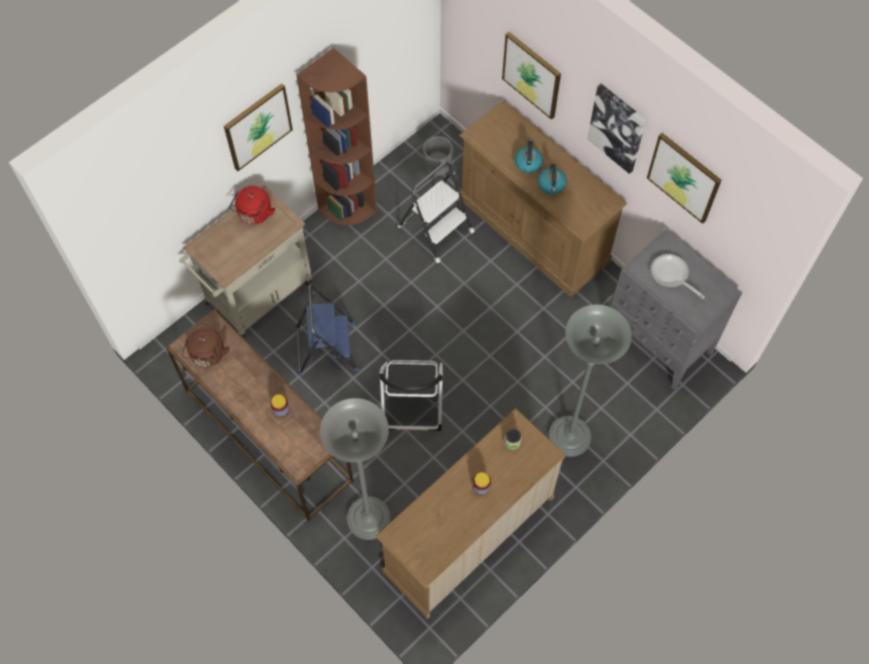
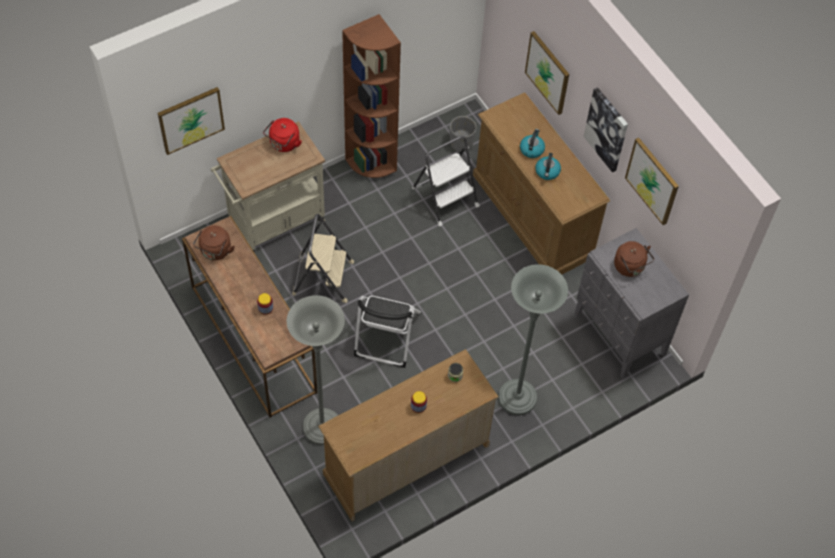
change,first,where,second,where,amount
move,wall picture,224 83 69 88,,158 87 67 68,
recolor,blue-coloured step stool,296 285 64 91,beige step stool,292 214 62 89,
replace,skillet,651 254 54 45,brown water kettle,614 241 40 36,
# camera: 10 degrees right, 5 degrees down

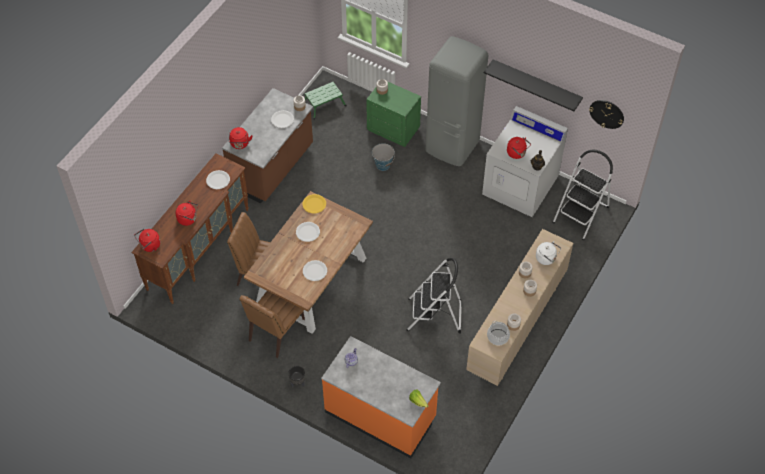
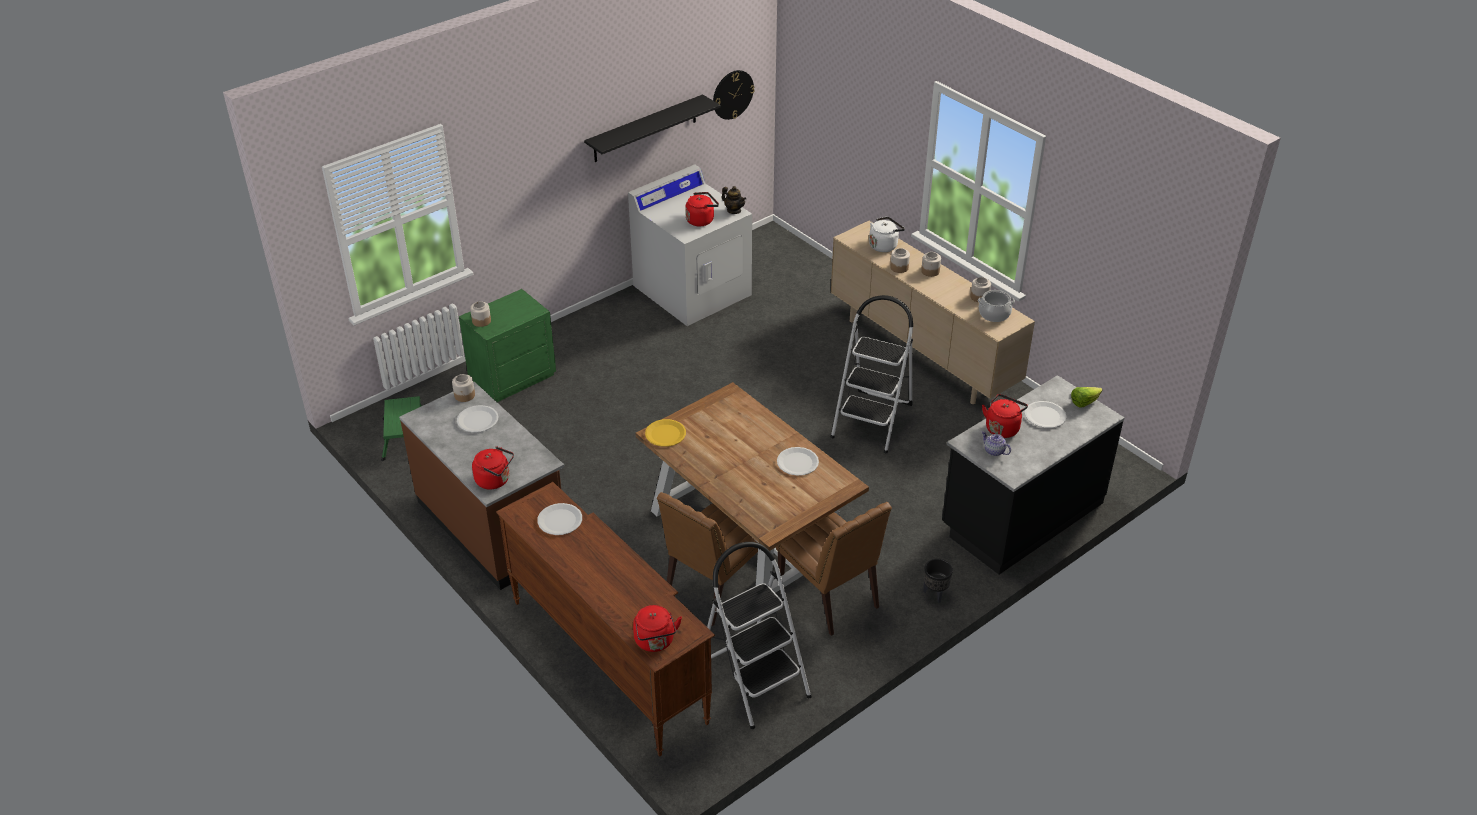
change,first,where,second,where,amount
move,red-coloured water kettle,175 200 23 26,,982 394 46 44,
move,white dinner plate,296 222 24 20,,1025 401 42 27,
recolor,orange-coloured counter,321 336 120 122,black-coloured counter,942 375 183 199,
delete,pail,372 143 23 28,,,
delete,grey kitchen fridge,426 36 62 130,,,
move,step stool,552 150 61 90,,707 542 105 187,
# camera: 70 degrees left, 15 degrees down

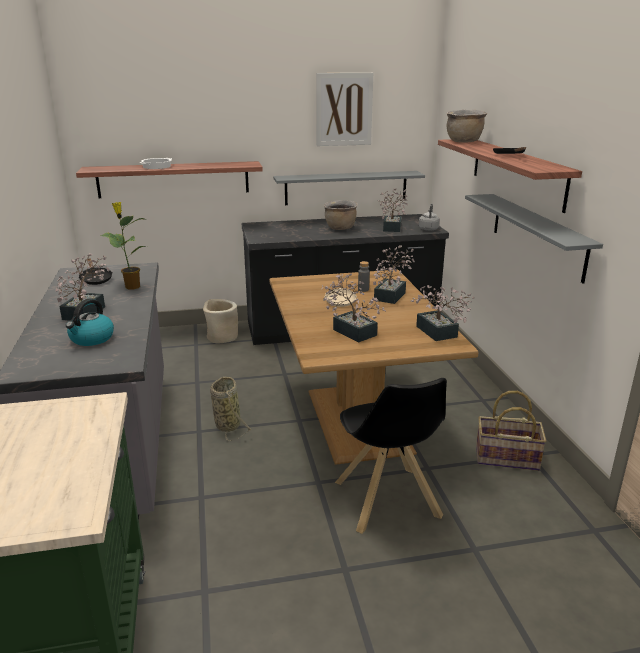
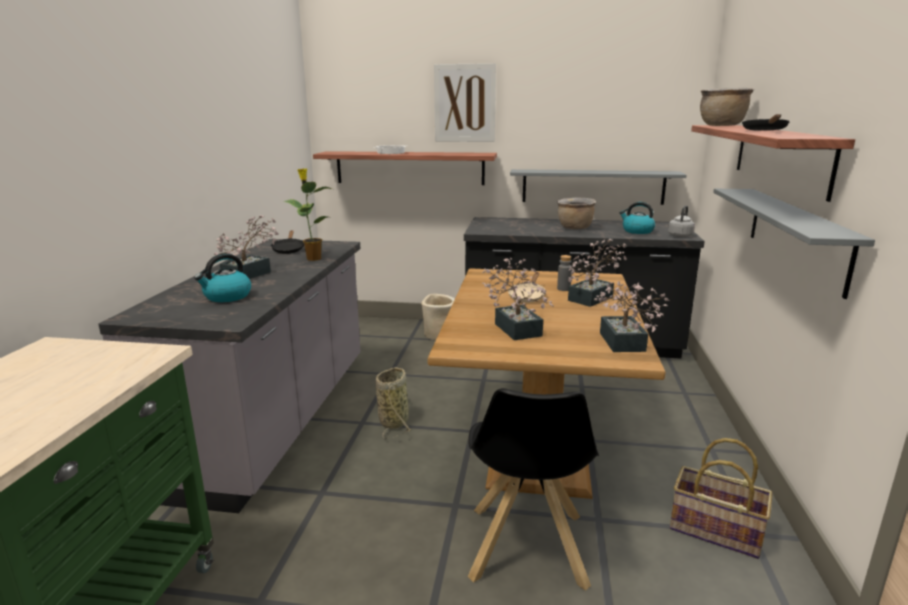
change,first,where,second,where,amount
move,wall picture,316 73 57 73,,434 63 62 79,
replace,plant in a pot,378 188 30 44,water kettle,620 202 35 32,
# camera: 20 degrees right, 5 degrees down

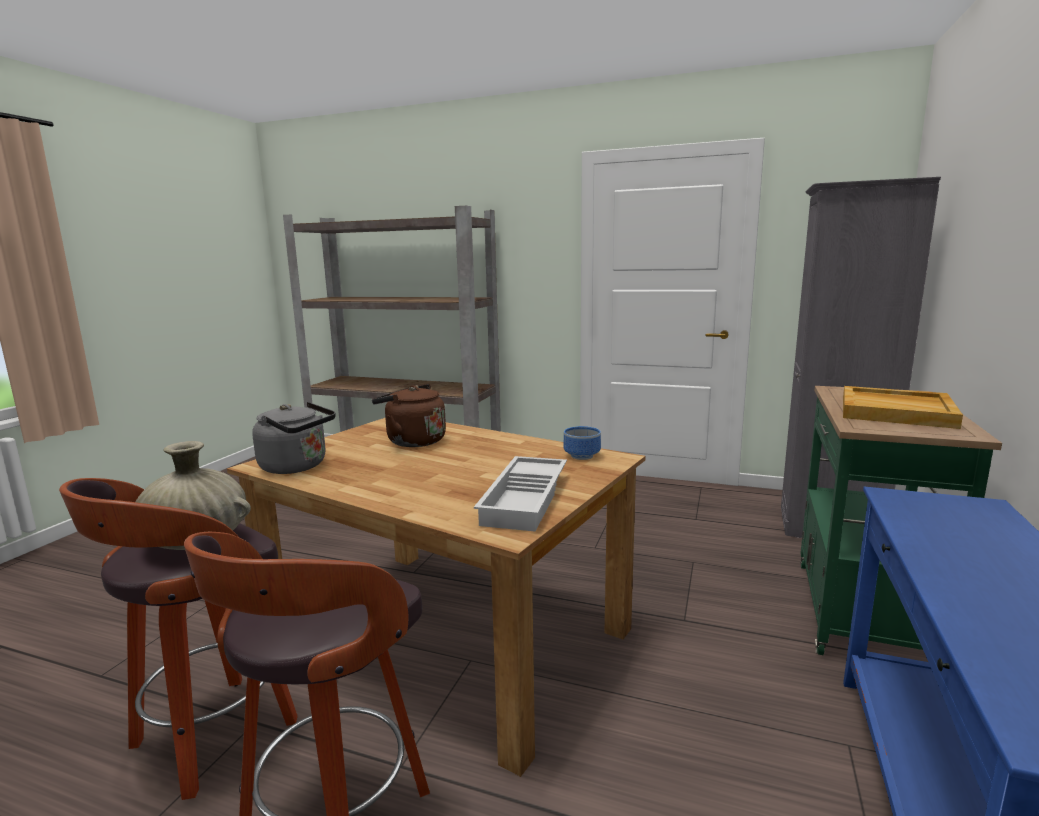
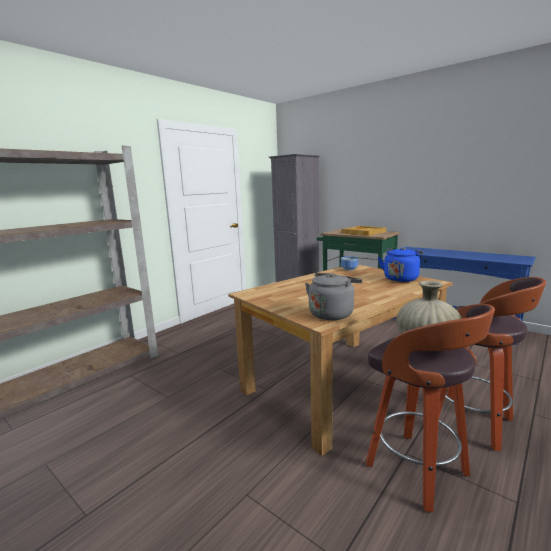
change,first,where,second,where,amount
delete,brown water kettle,372 384 74 63,,,
replace,white carrying tray,474 456 93 76,blue-coloured water kettle,378 247 45 35,
# camera: 70 degrees left, 0 degrees up

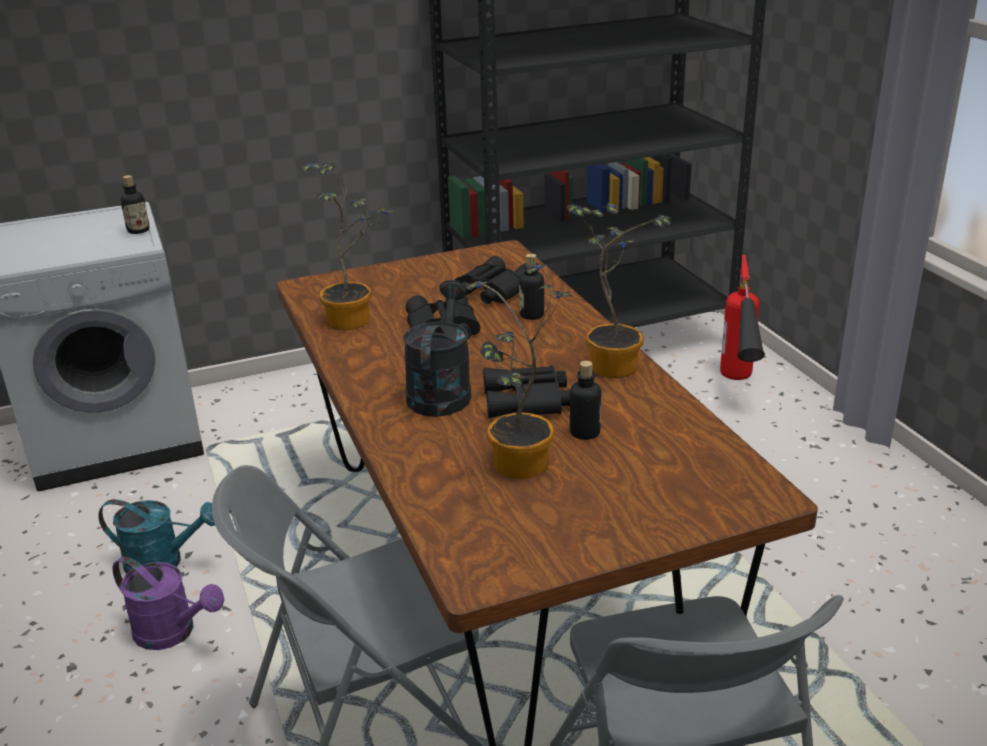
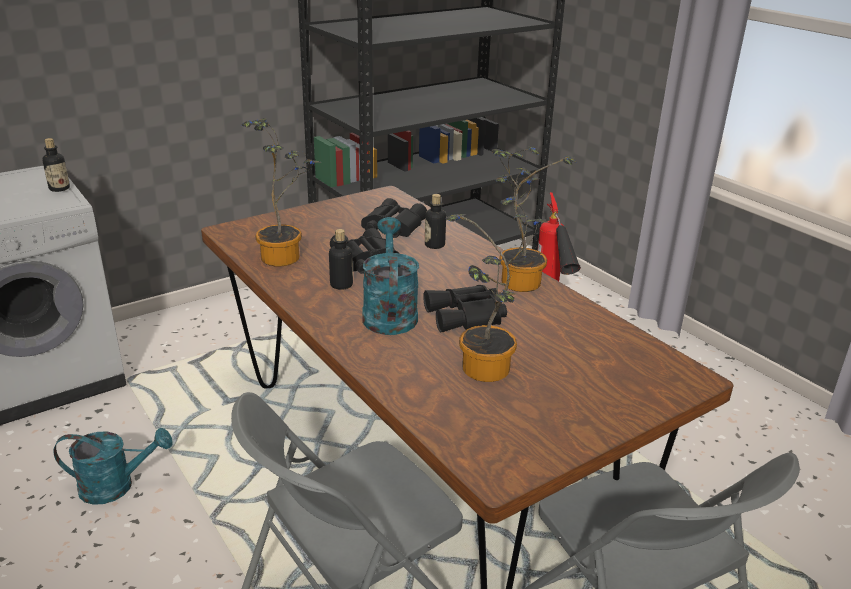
change,first,where,second,where,amount
delete,purplish watering pot,112 556 112 94,,,
recolor,black-coloured watering pot,403 280 68 137,blue-green watering pot,362 217 57 118,
move,drink bottle,570 361 31 79,,329 229 24 61,
# camera: 15 degrees left, 0 degrees up

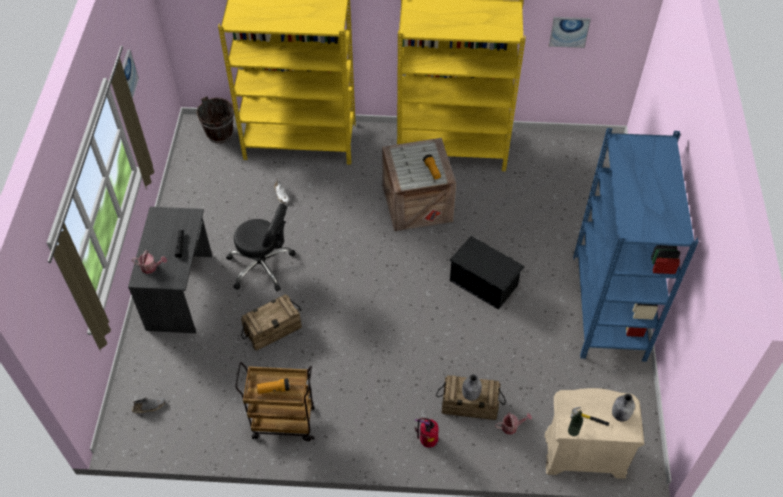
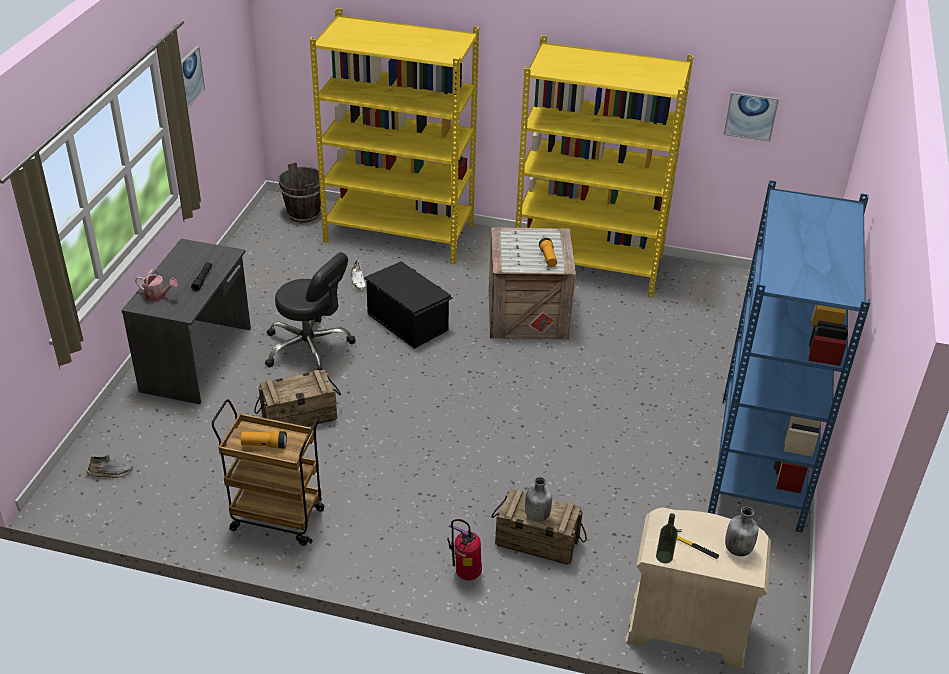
change,first,where,second,where,amount
move,black-coloured storage container,450 236 74 74,,364 261 89 88,
delete,watering pot,495 412 37 23,,,
# camera: 10 degrees right, 15 degrees down

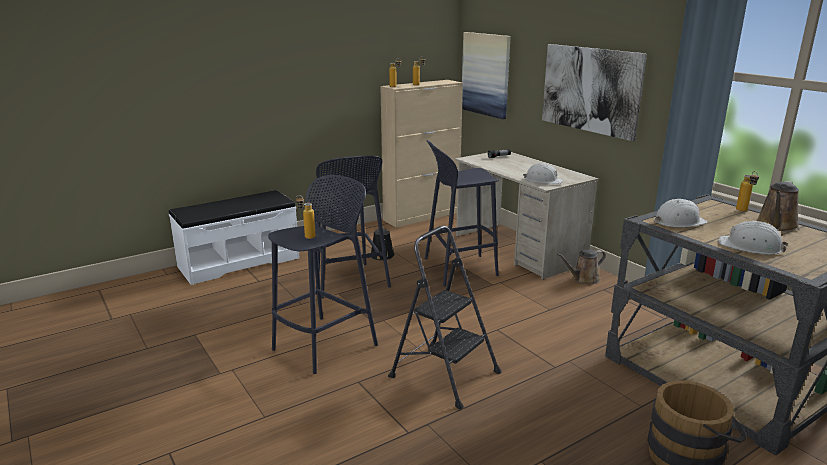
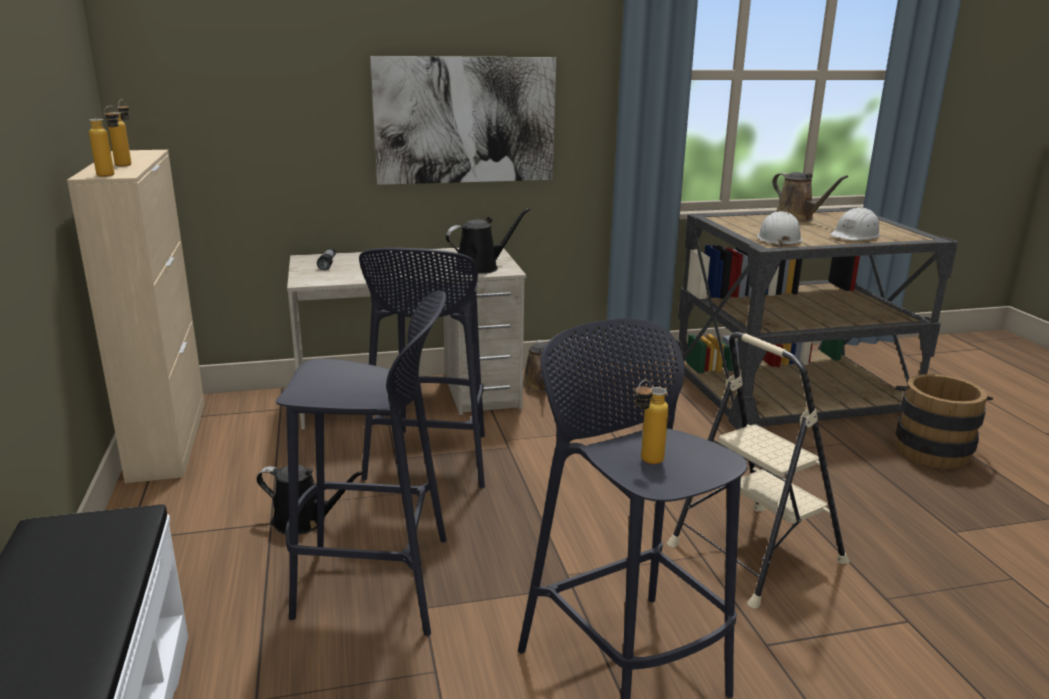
change,first,where,second,where,amount
recolor,black-coloured step stool,388 226 114 183,beige step stool,667 332 183 277,
delete,wall picture,462 32 49 87,,,
replace,white hard hat,523 163 40 21,black-coloured watering pot,446 208 84 66,
delete,drink bottle,736 171 23 40,,,
# camera: 70 degrees left, 0 degrees up

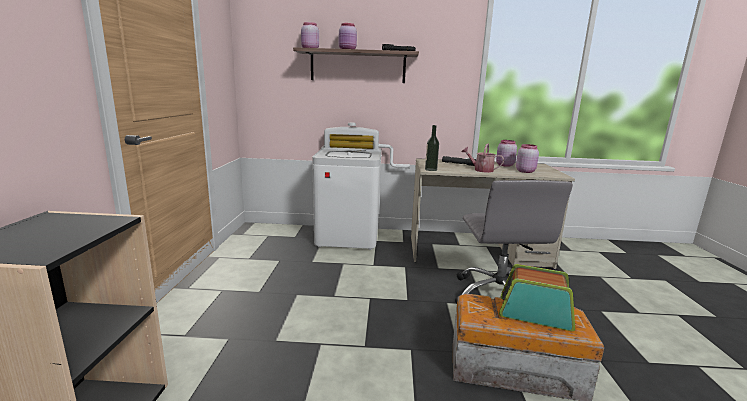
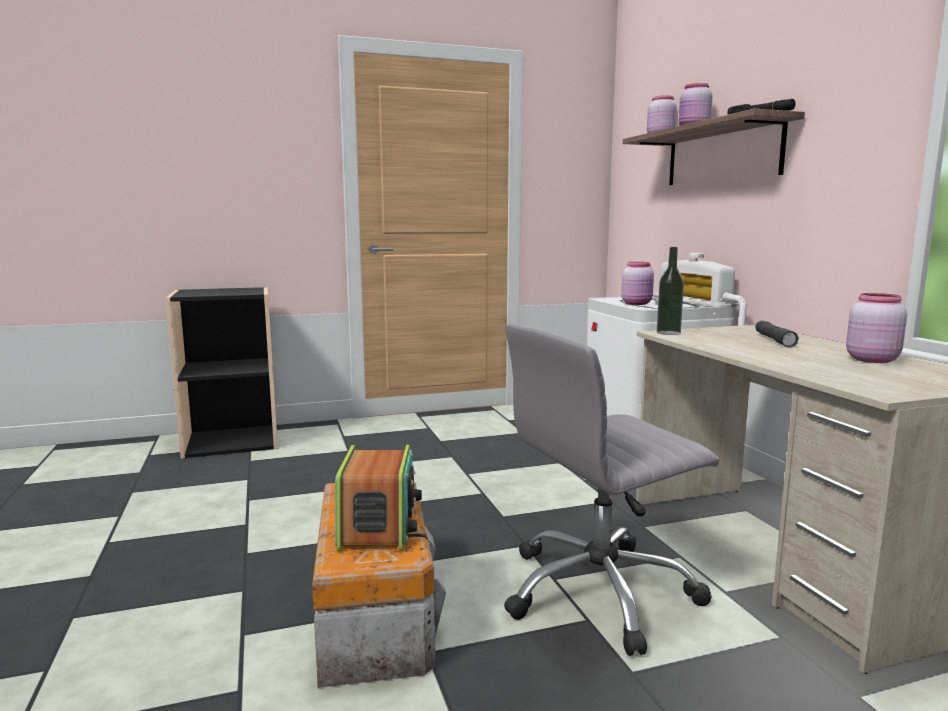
change,first,where,second,where,amount
delete,watering pot,461 144 43 29,,,
move,pink-coloured jar,516 144 23 29,,621 262 33 43,
# camera: 70 degrees right, 5 degrees down

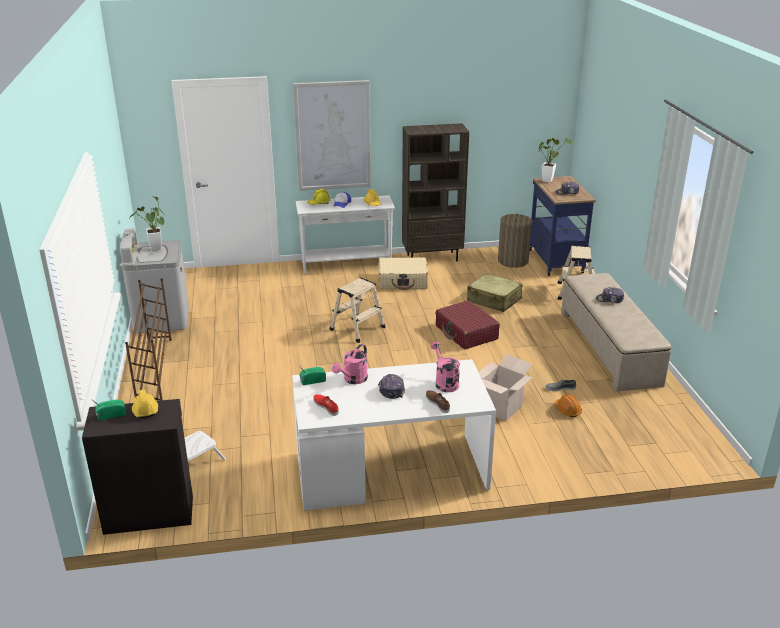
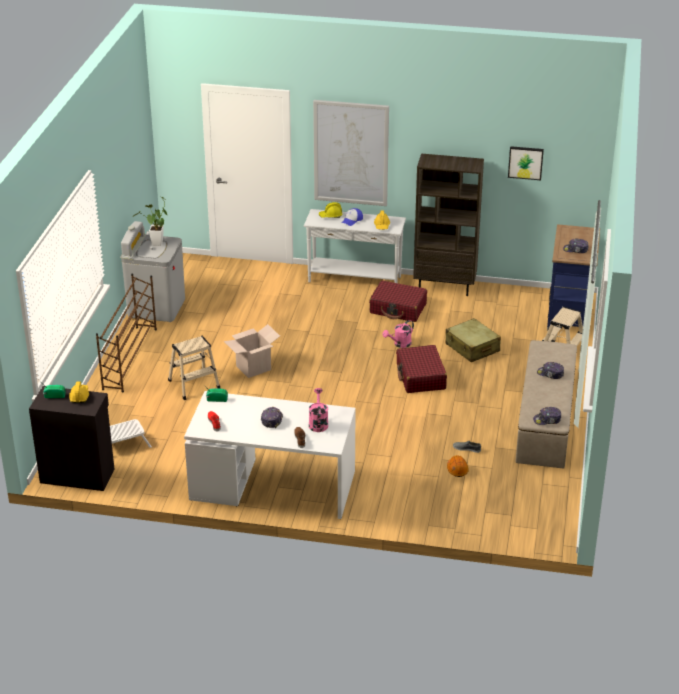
change,first,where,second,where,amount
move,beige step stool,329 277 57 66,,168 336 53 64,
move,pink-coloured watering pot,332 344 36 40,,382 320 32 28,
recolor,beige travel case,378 258 50 32,red-coloured travel case,369 280 58 42,
move,cardboard box,478 354 55 67,,224 324 56 54,
delete,laundry basket,498 213 34 55,,,
delete,plant in a pot,539 137 34 45,,,
insert,,,wall picture,508 146 36 34,
insert,,,peaked cap,533 407 28 18,
# camera: 20 degrees right, 5 degrees up

